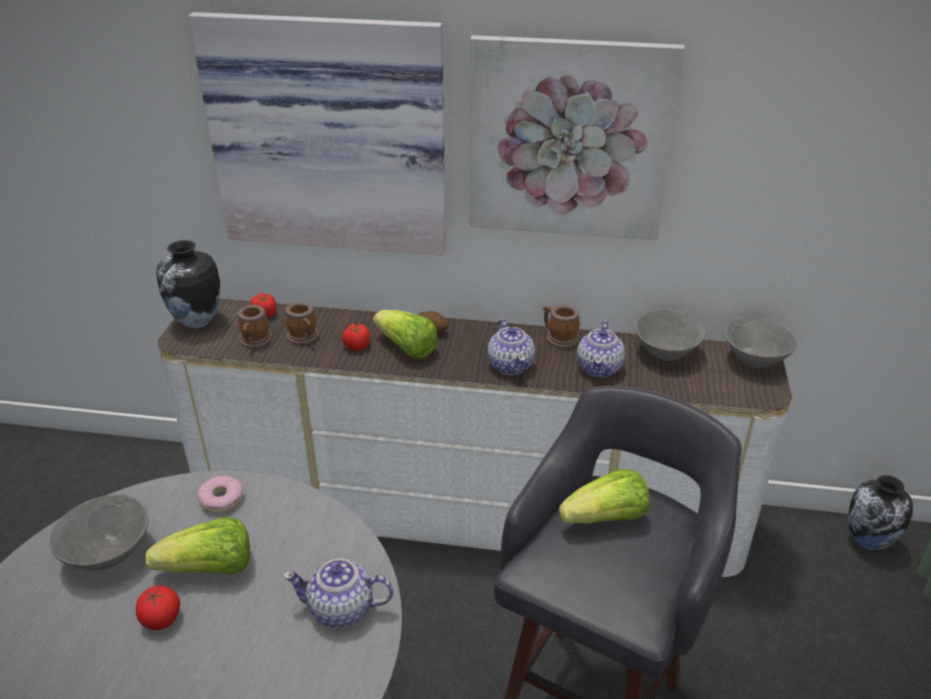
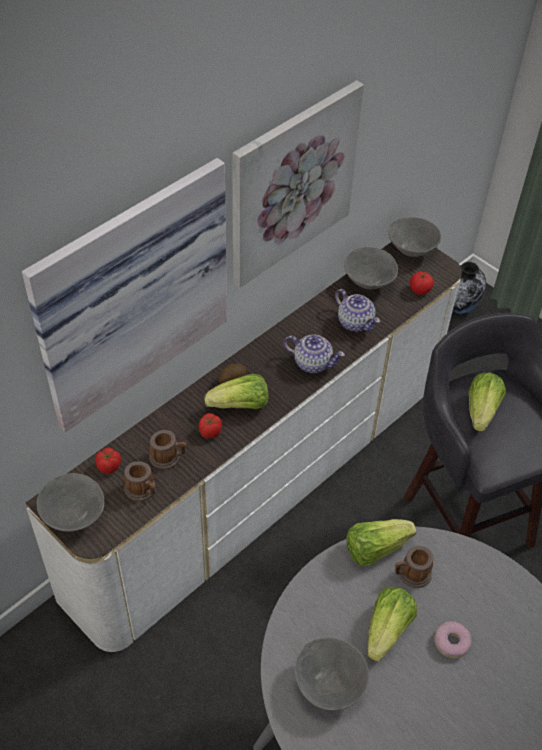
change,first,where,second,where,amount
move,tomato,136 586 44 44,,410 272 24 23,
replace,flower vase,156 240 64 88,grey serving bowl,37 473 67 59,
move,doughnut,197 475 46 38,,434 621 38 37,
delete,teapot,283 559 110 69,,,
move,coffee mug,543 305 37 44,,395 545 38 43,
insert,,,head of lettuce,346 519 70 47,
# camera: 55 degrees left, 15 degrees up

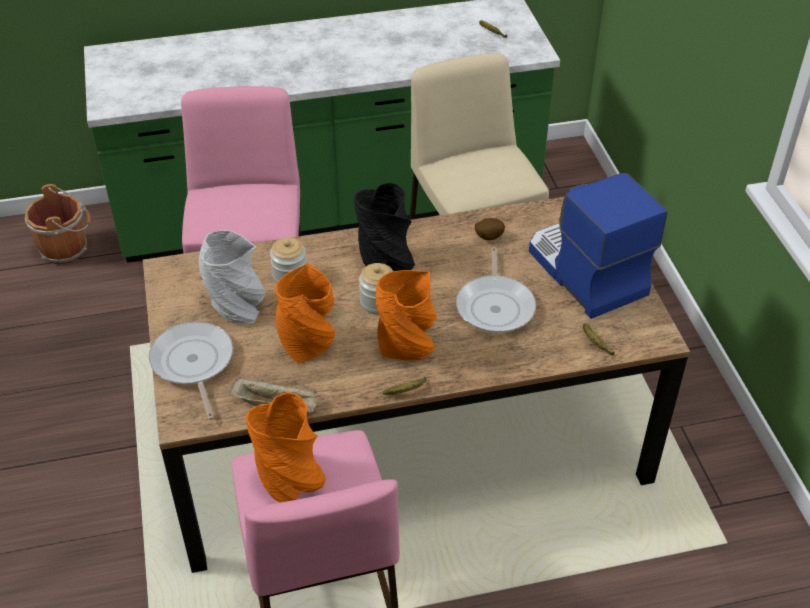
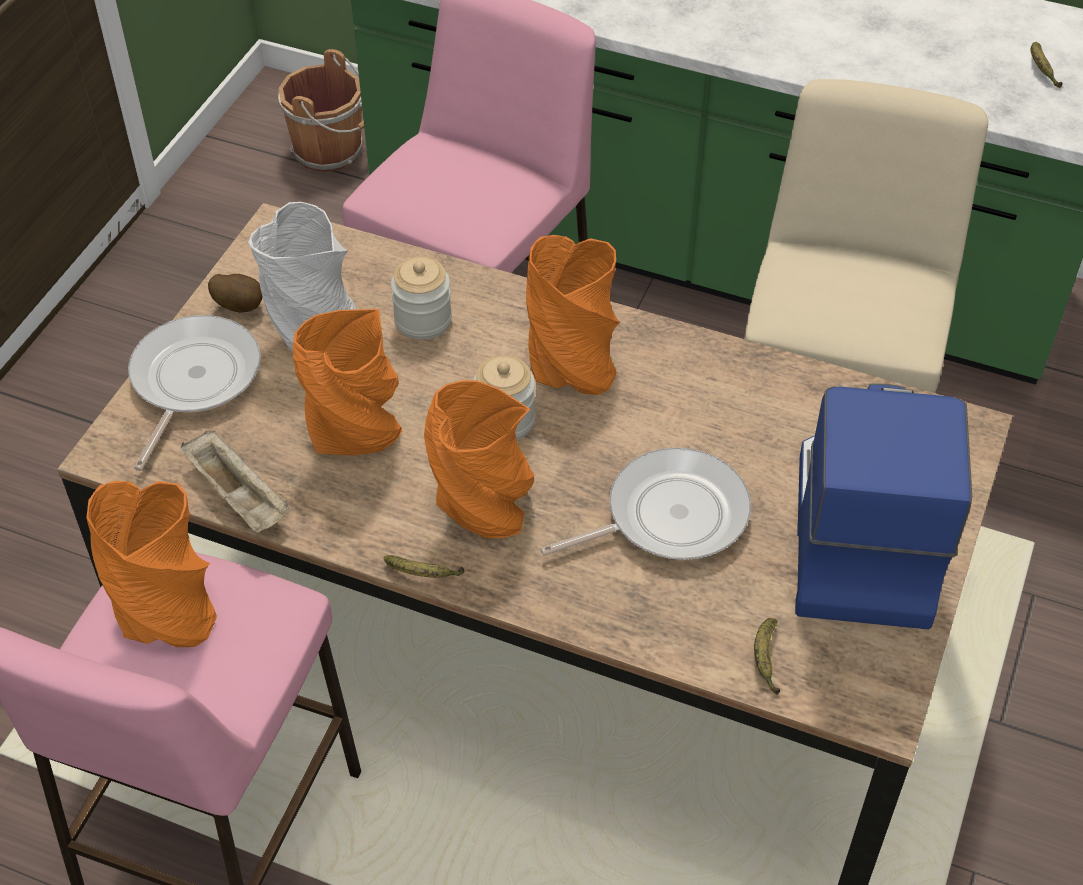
change,first,where,second,where,amount
recolor,black-coloured flower vase,354 182 61 89,orange-coloured flower vase,526 235 94 160,
rotate,skillet,456 247 80 86,,541 448 210 112,150 degrees counterclockwise
move,spud,475 218 30 22,,208 274 55 39,
# camera: 35 degrees right, 5 degrees up

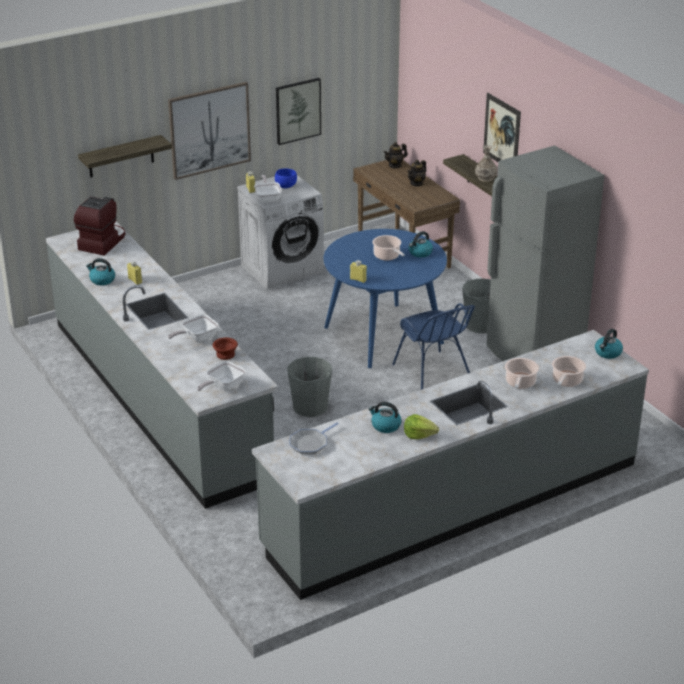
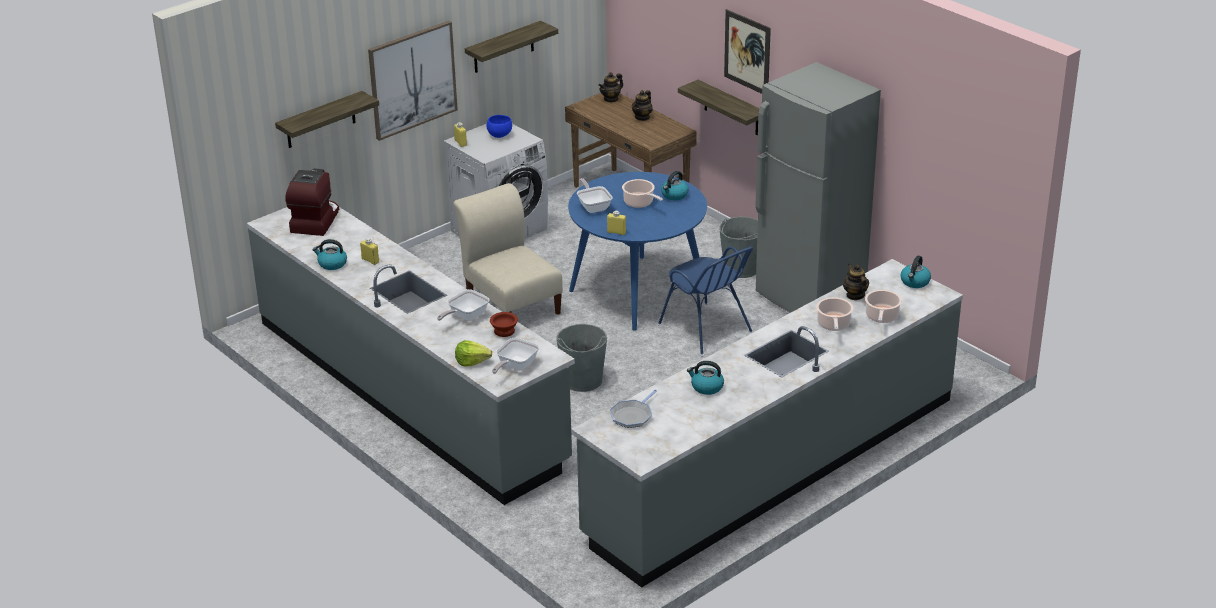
change,first,where,second,where,amount
move,skillet,254 175 28 28,,577 178 36 35,
replace,wall picture,276 78 45 67,wall shelf,465 21 93 52,
move,head of lettuce,404 414 35 25,,455 340 37 27,
delete,flower vase,475 145 22 37,,,
insert,,,beige chair,453 183 110 132,
insert,,,teapot,843 264 26 36,
# camera: 10 degrees left, 0 degrees up

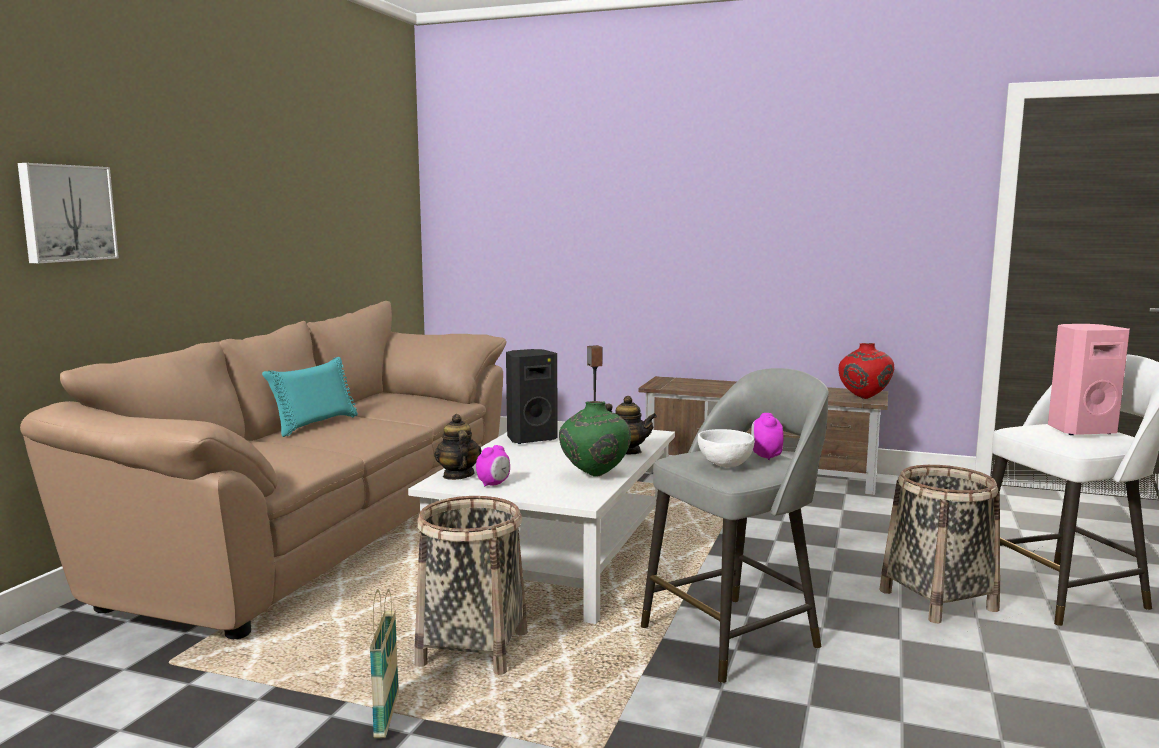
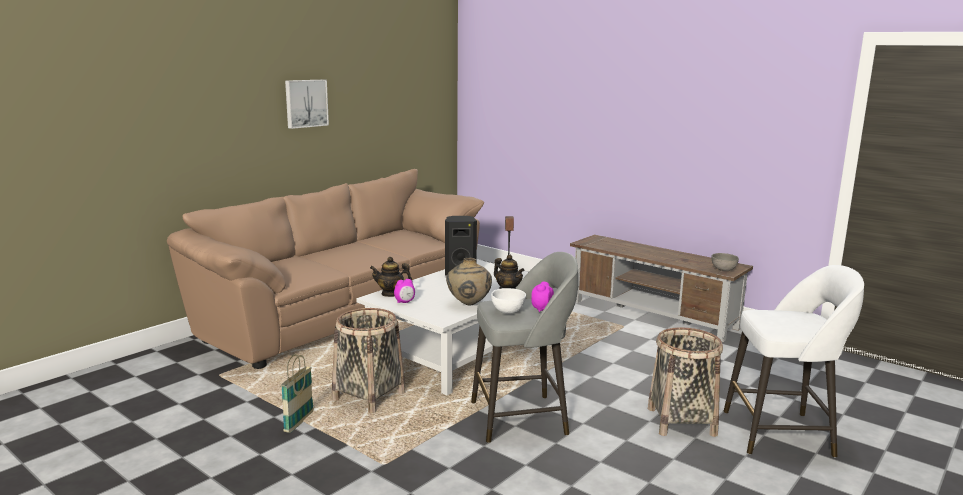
change,first,where,second,where,amount
move,wall picture,18 163 101 100,,285 80 44 49,
delete,blue-green cushion,262 357 96 80,,,
rotate,teapot,434 414 47 66,,370 257 42 40,90 degrees counterclockwise
recolor,green-coloured flower vase,559 401 72 76,beige flower vase,446 258 46 48,
replace,red-coloured flower vase,838 343 56 56,grey serving bowl,711 253 28 18,
delete,pink-coloured loudspeaker,1048 324 82 111,,,
# camera: 20 degrees right, 5 degrees up

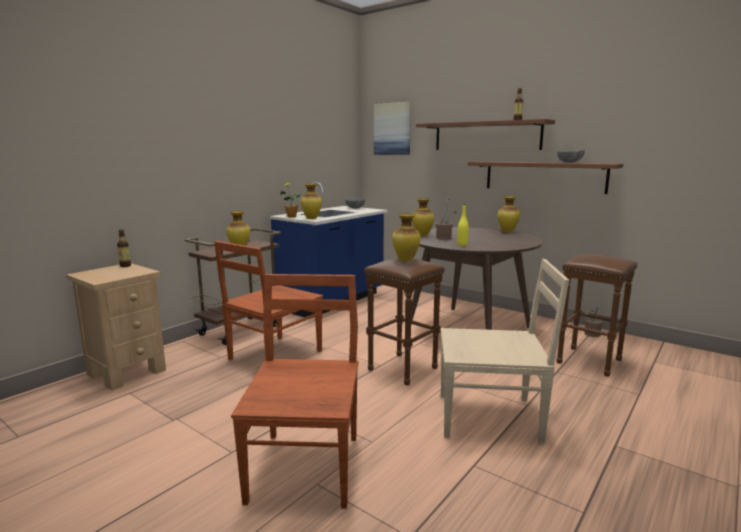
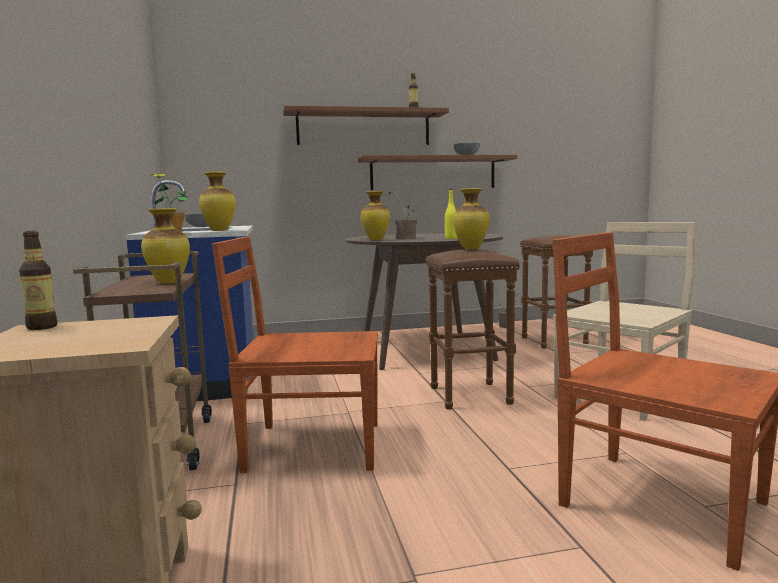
change,first,where,second,where,amount
rotate,brown chair,214 241 109 119,,212 236 166 237,105 degrees clockwise
delete,wall picture,374 102 37 53,,,
delete,flower vase,498 196 22 37,,,
# camera: 50 degrees left, 5 degrees down

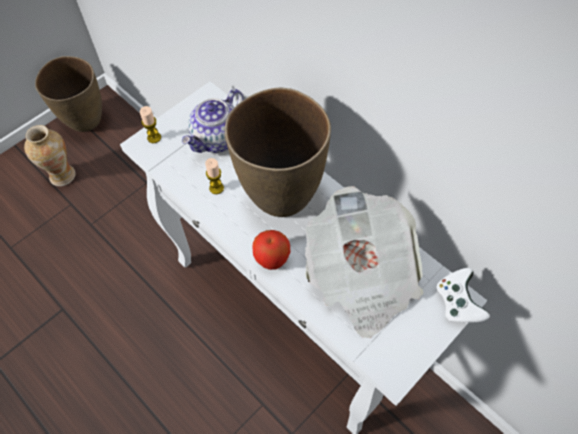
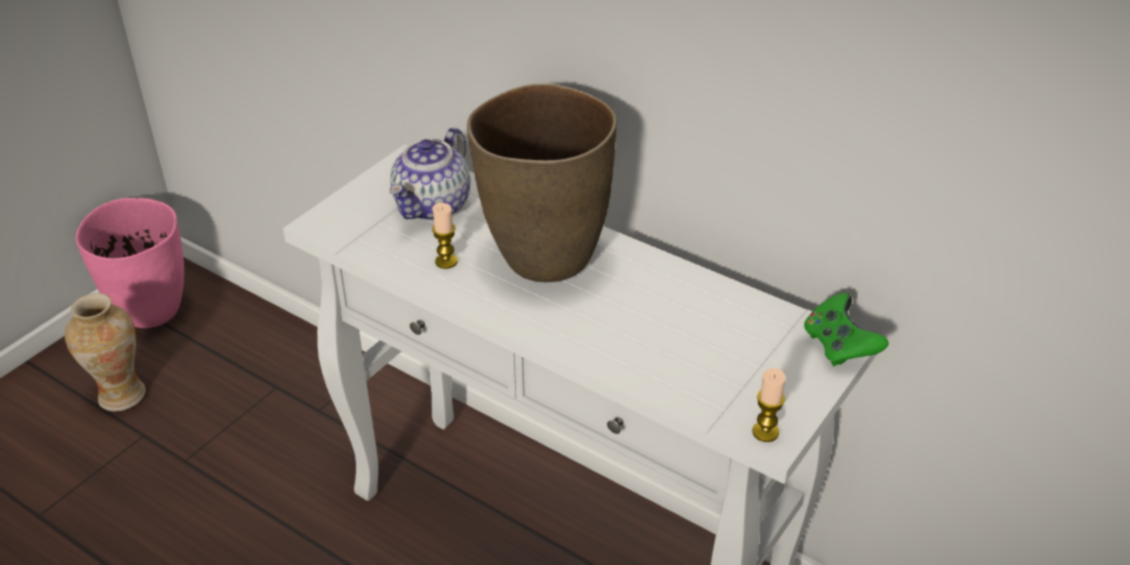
change,first,where,second,where,amount
recolor,brown flower vase,35 56 67 76,pink-coloured flower vase,76 198 108 130,
move,wax candle,140 106 21 37,,752 368 34 74,
delete,apple,253 230 37 40,,,
delete,newspaper,305 186 118 152,,,
recolor,white gamepad,437 268 53 55,green-coloured gamepad,804 293 85 73,
# camera: 10 degrees left, 20 degrees down

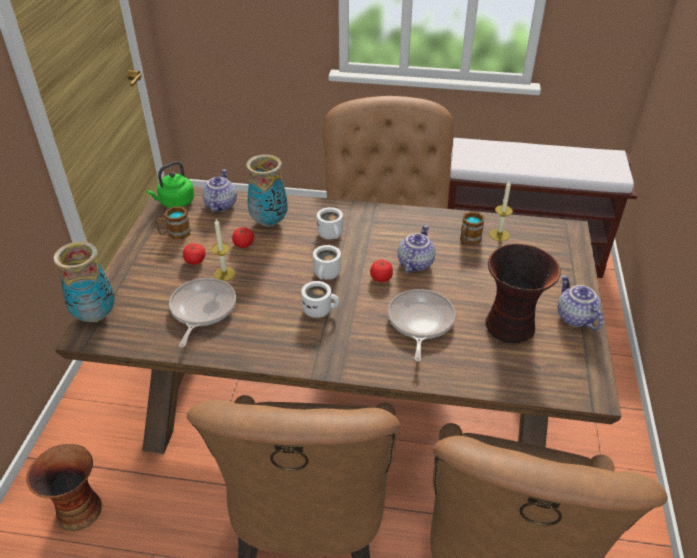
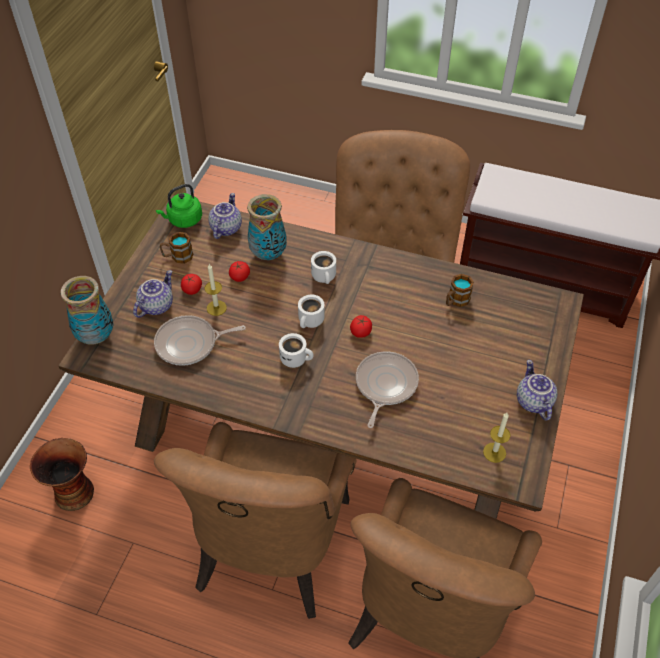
change,first,where,second,where,amount
rotate,skillet,169 278 67 70,,154 315 92 51,120 degrees counterclockwise
move,teapot,398 225 37 48,,133 270 40 48,
delete,flower vase,485 244 76 100,,,
move,wax candle,489 181 24 60,,483 413 28 50,
# camera: 10 degrees right, 10 degrees up

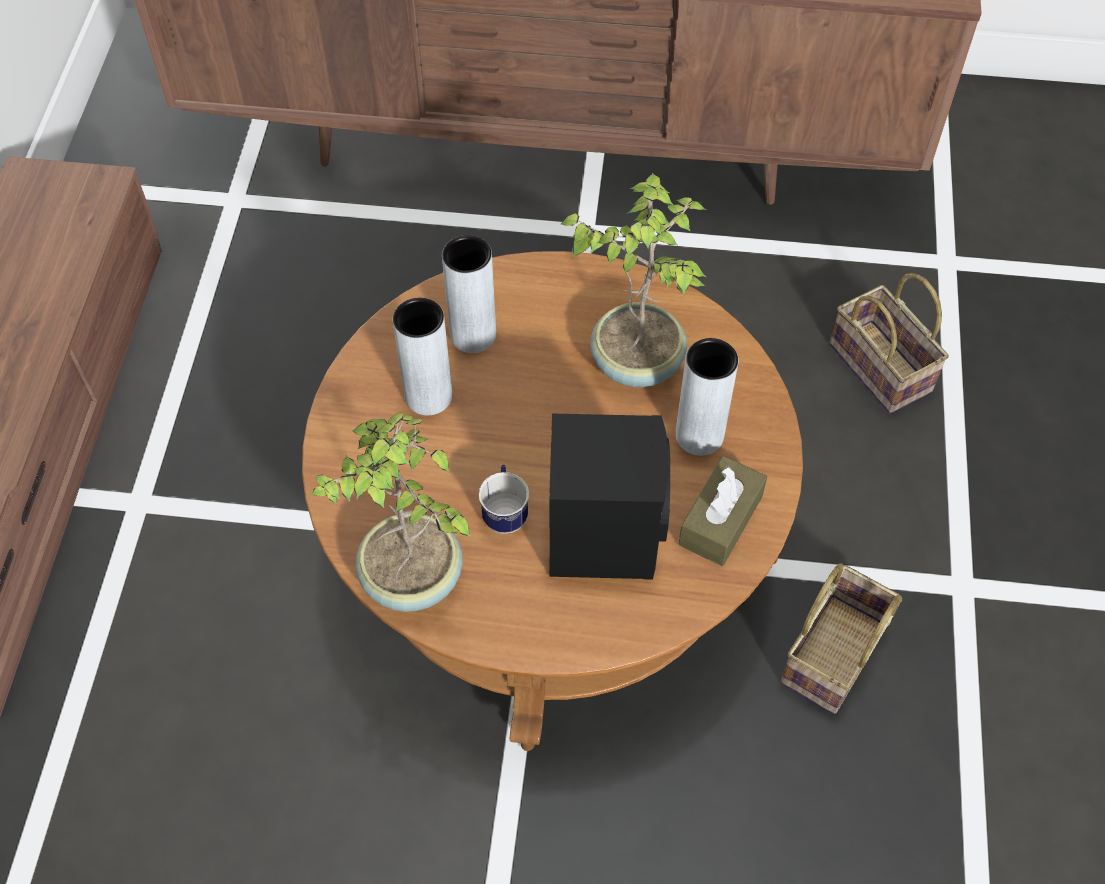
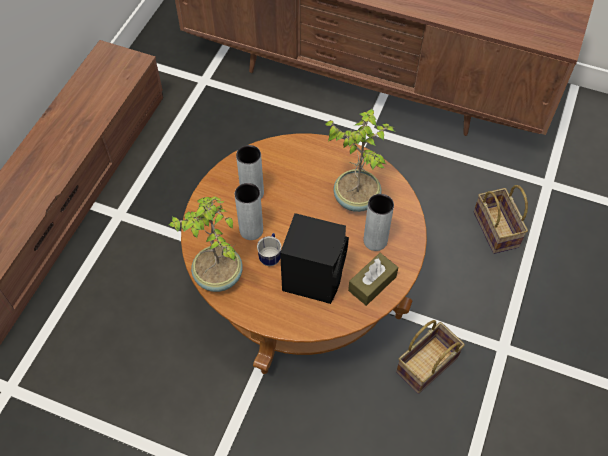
change,first,where,second,where,amount
move,grey flower vase,442 235 54 118,,235 183 28 57,
# camera: 15 degrees right, 0 degrees up

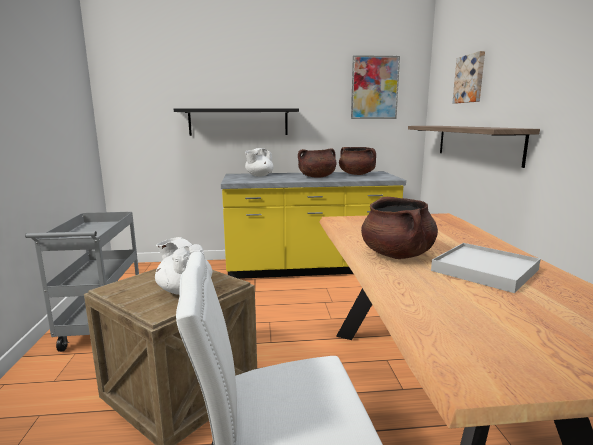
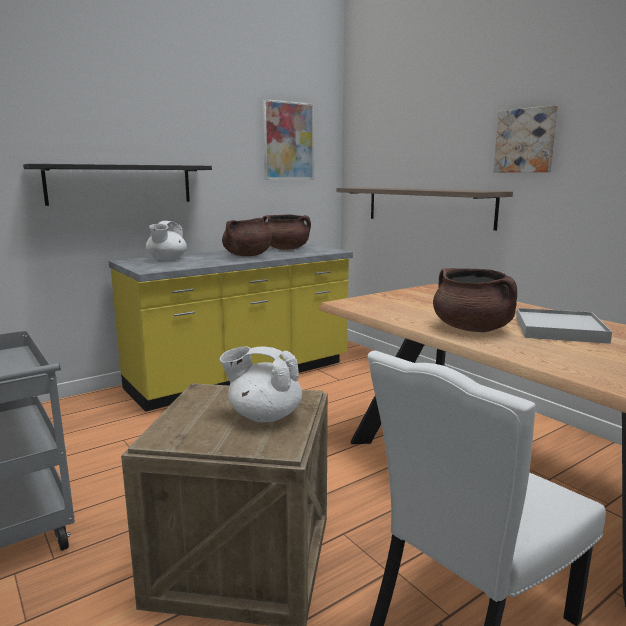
change,first,where,second,where,amount
move,wall picture,452 51 33 52,,494 105 64 67,
# camera: 30 degrees left, 0 degrees up

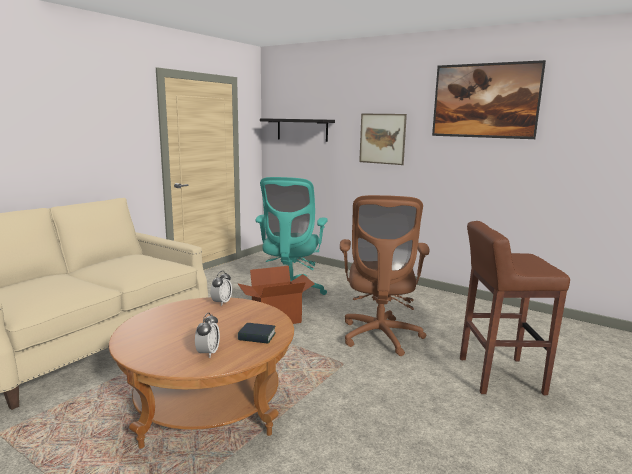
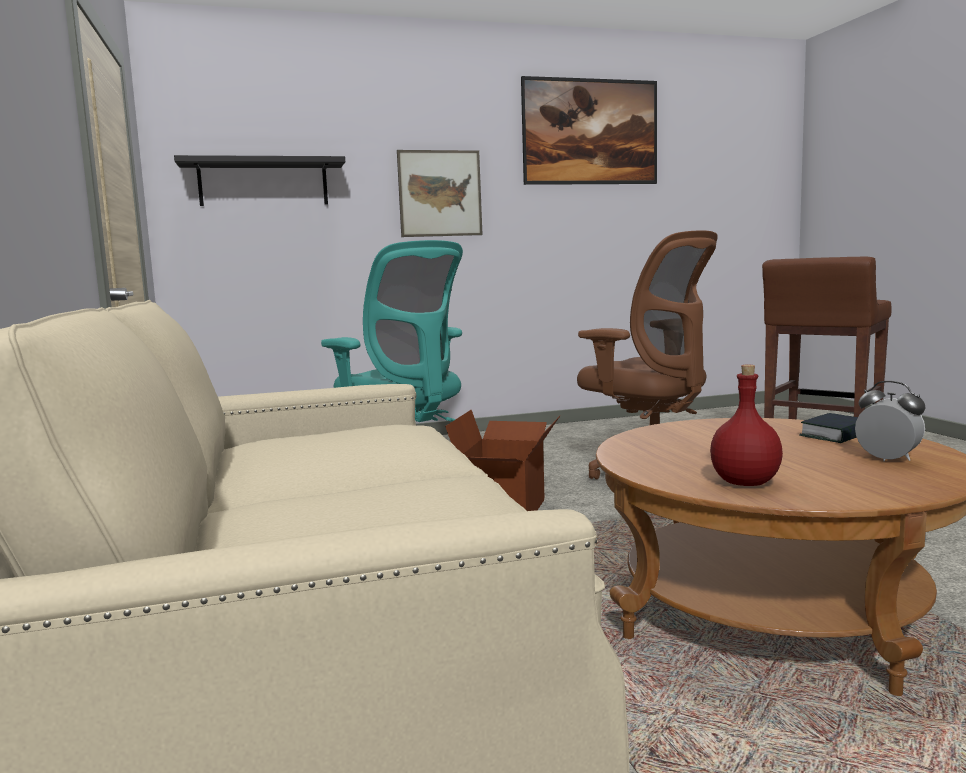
change,first,where,second,where,amount
delete,bedside clock,210 271 22 35,,,
insert,,,red-coloured drink bottle,710 365 73 121,
# camera: 50 degrees left, 5 degrees down

